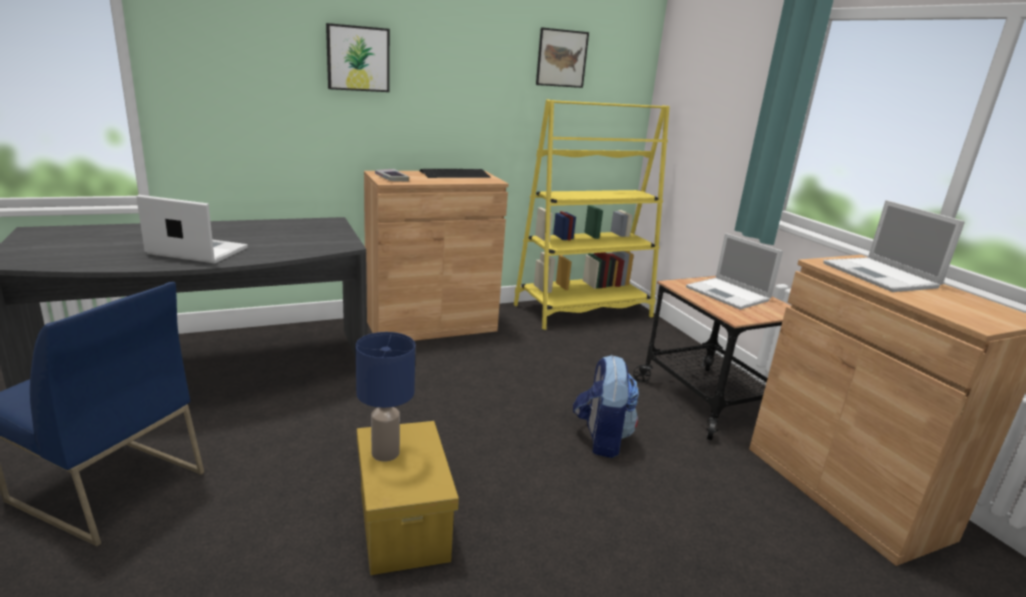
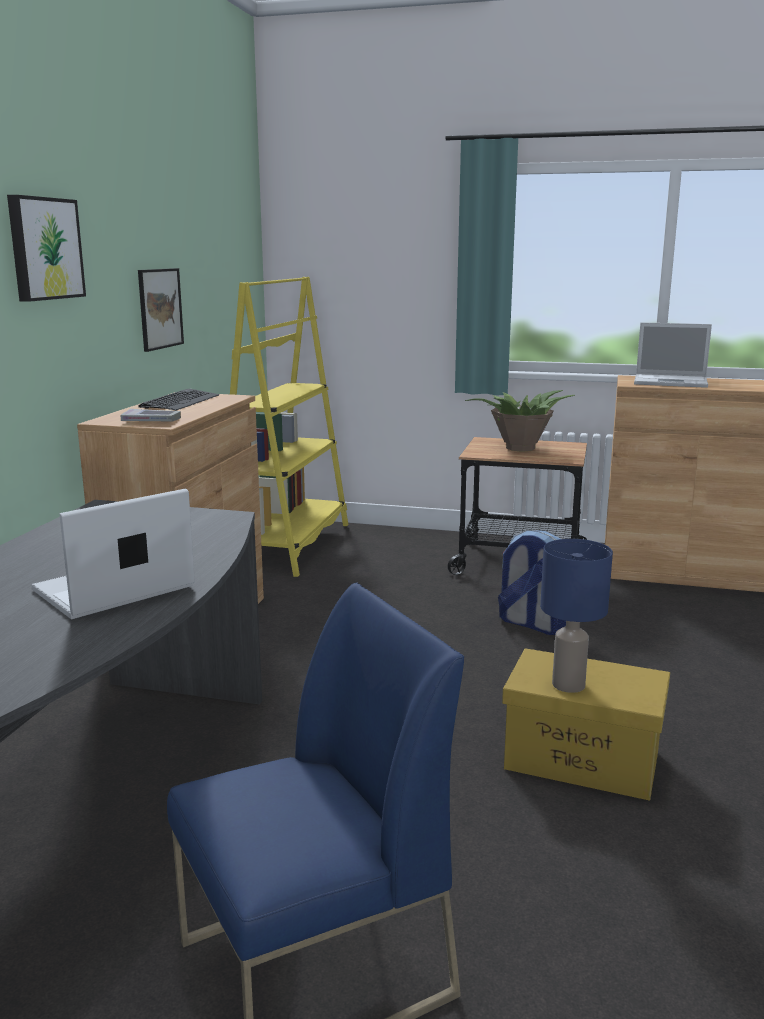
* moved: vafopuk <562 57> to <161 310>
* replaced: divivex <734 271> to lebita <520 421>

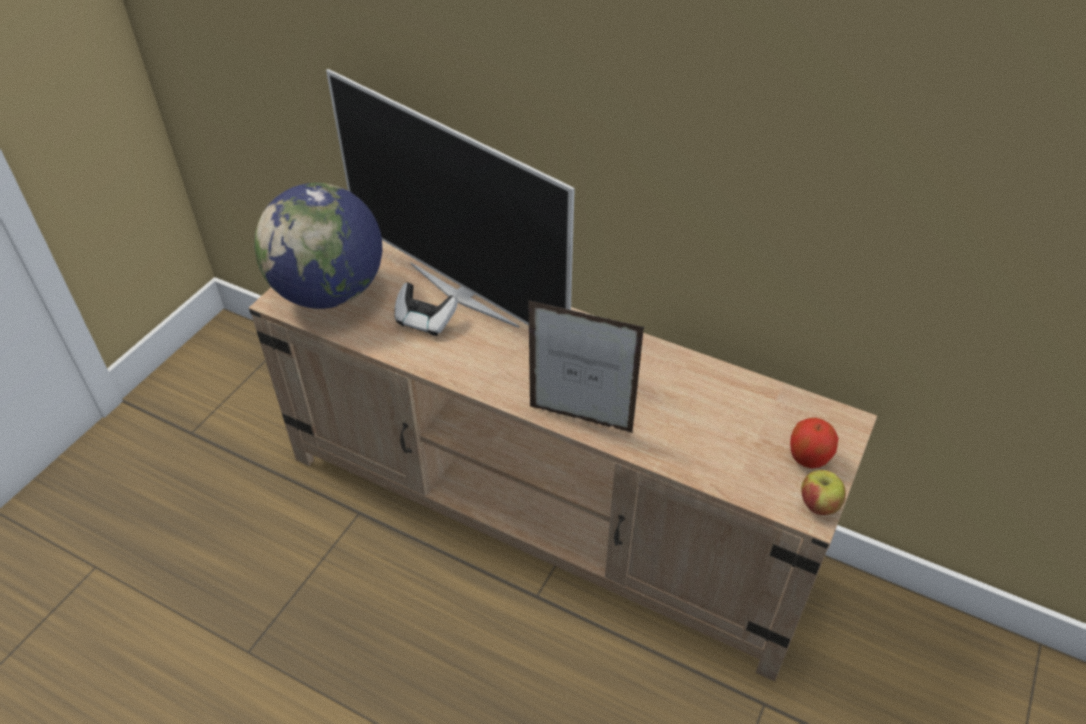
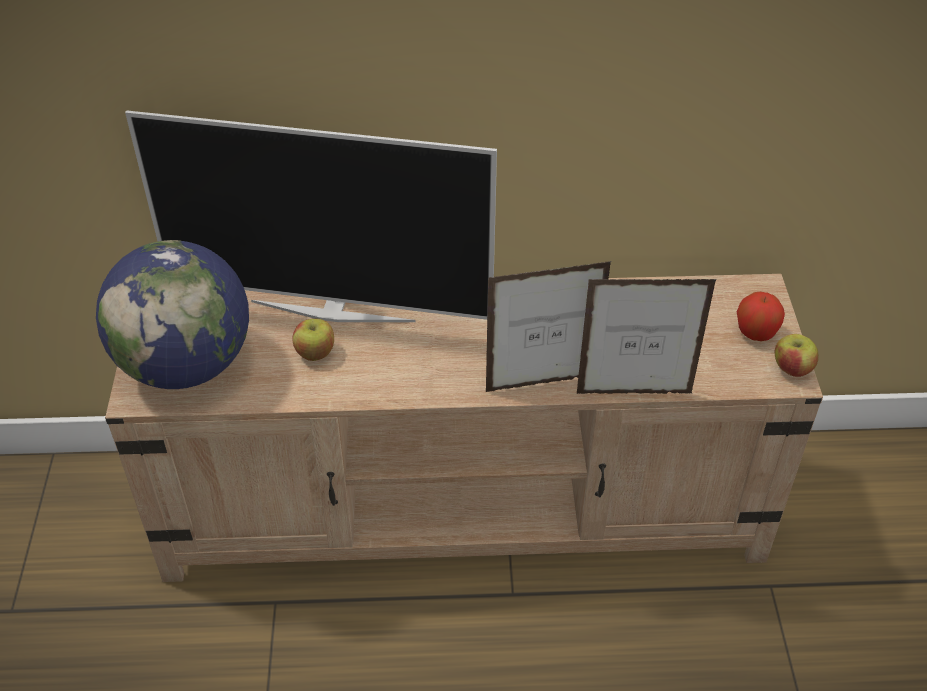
* replaced: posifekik <426 309> to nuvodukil <313 340>
* added: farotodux <647 336>

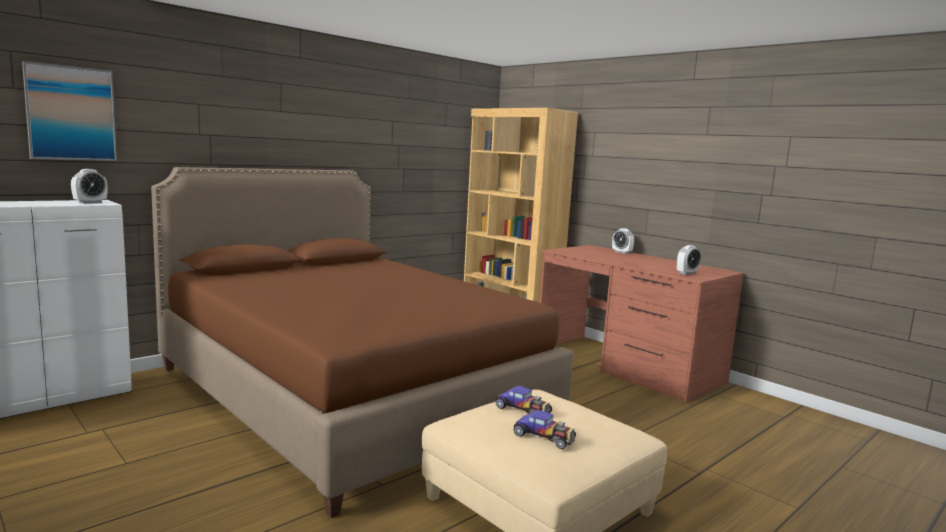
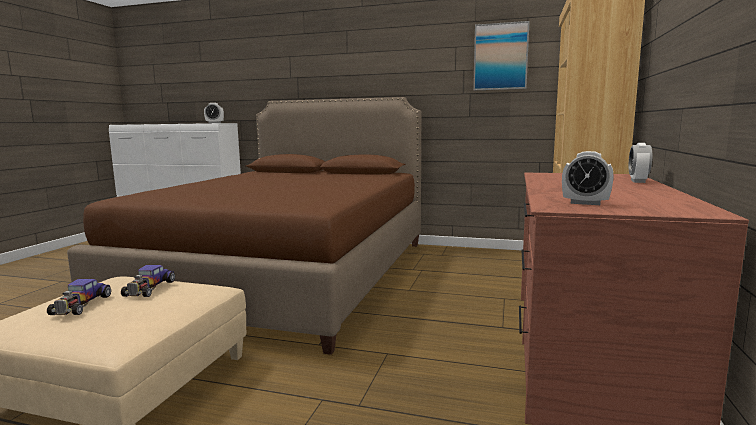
* moved: vafopuk <69 111> to <501 55>

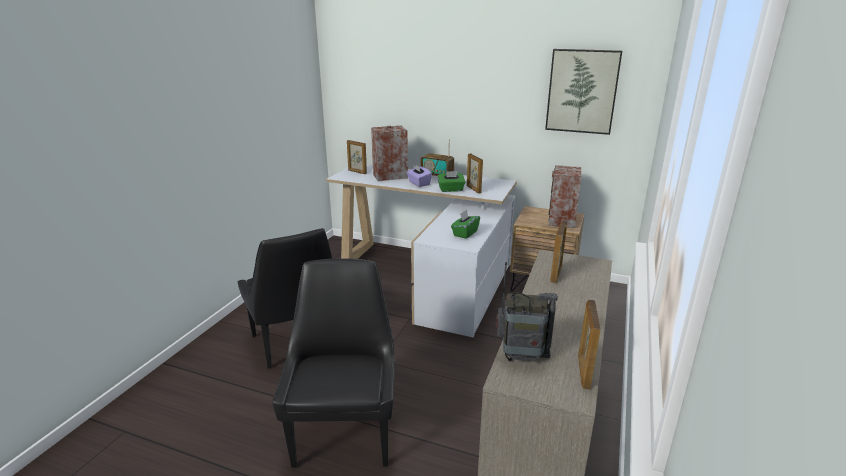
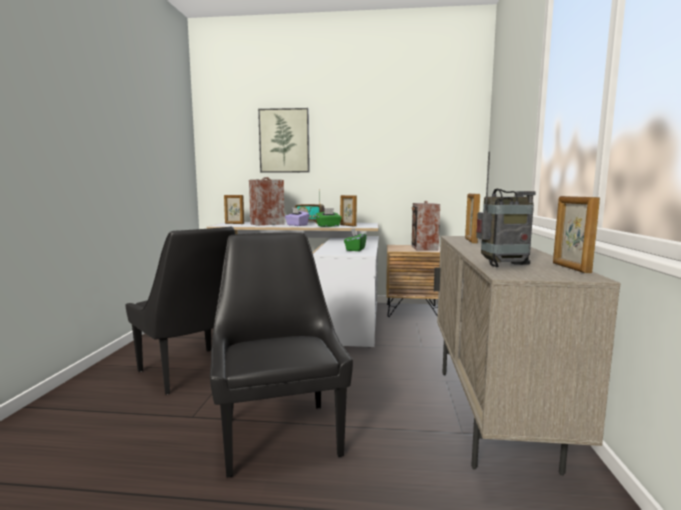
* moved: vafopuk <583 92> to <284 140>

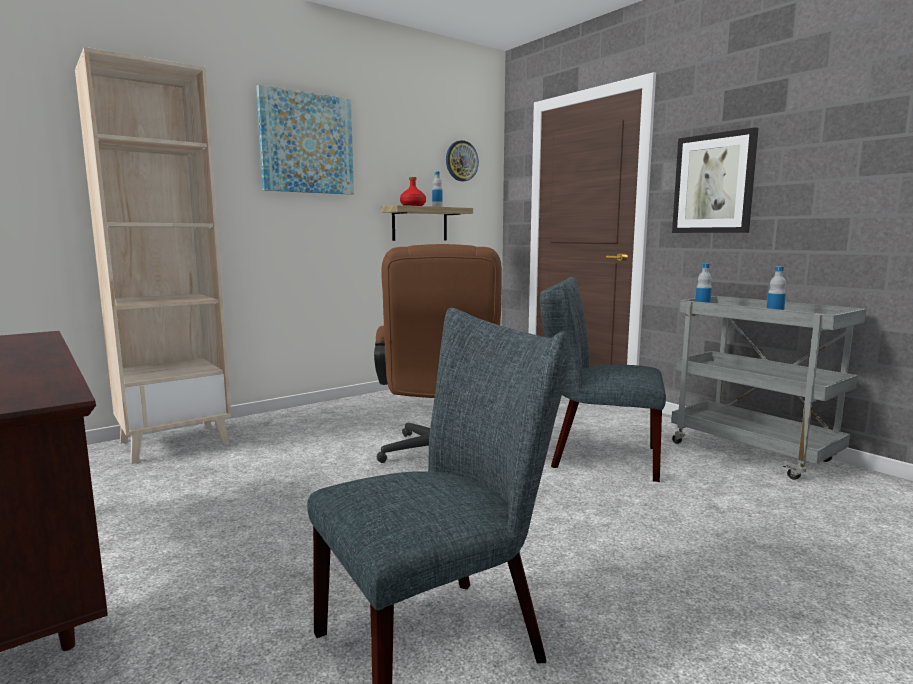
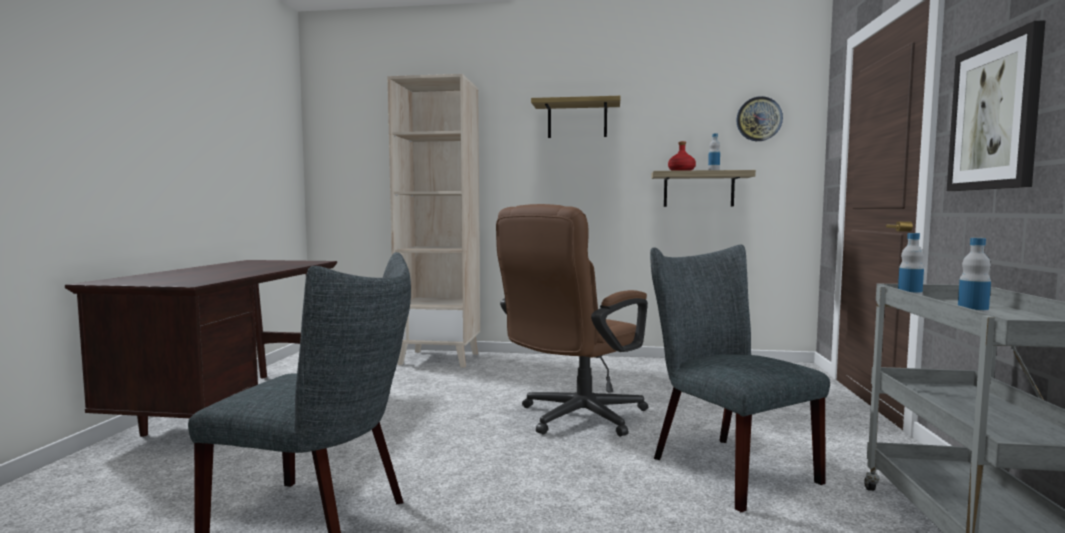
* replaced: vafopuk <305 140> to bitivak <575 117>

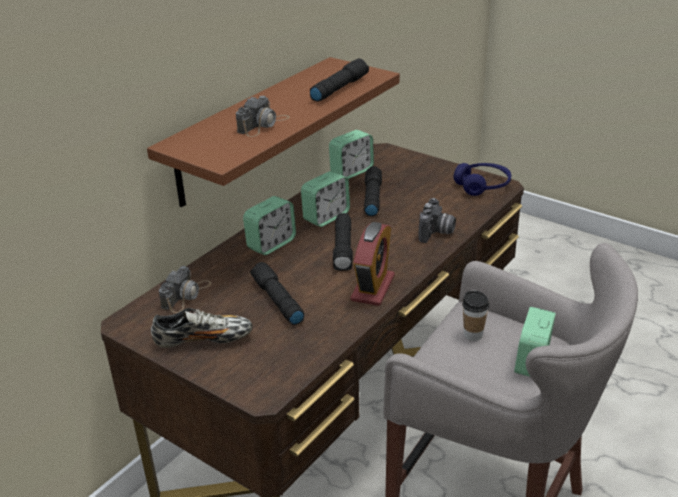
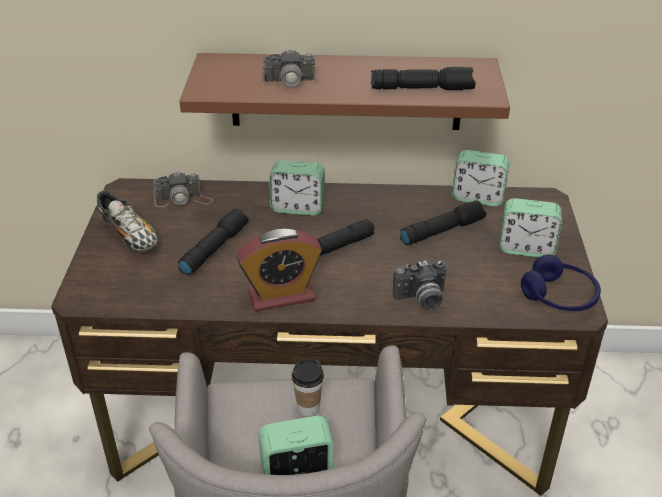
* moved: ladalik <325 199> to <531 227>

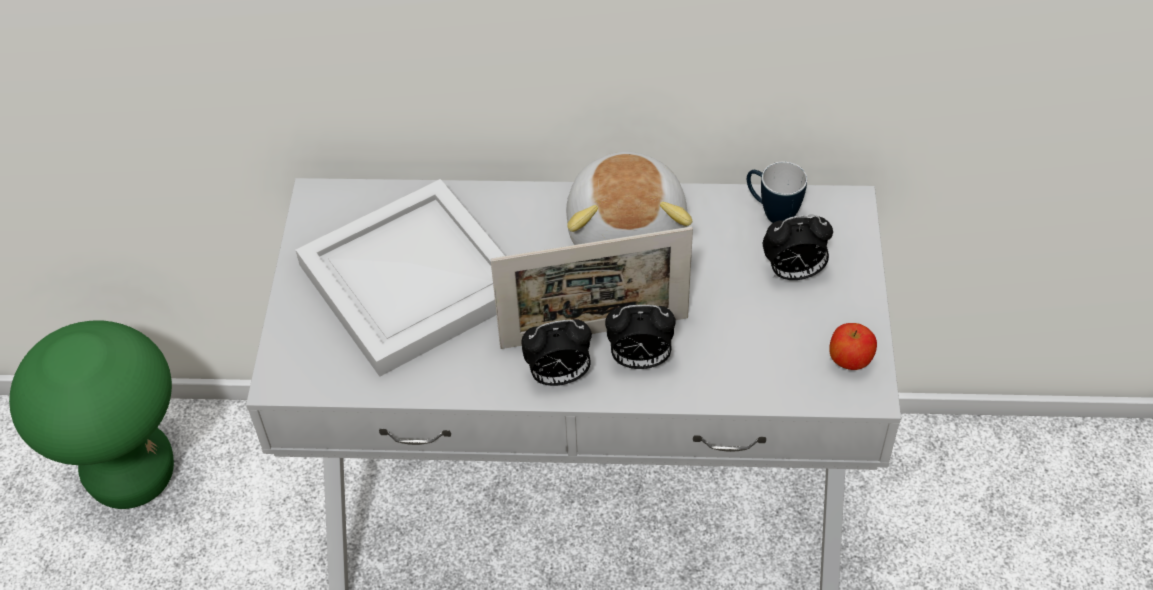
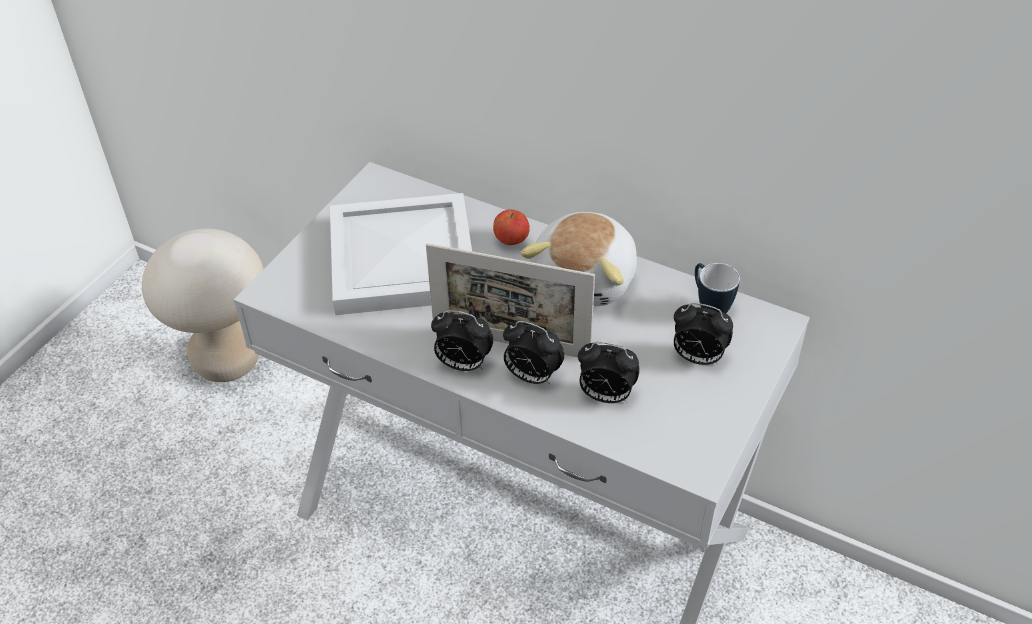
* recoloured: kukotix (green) <91 414> to kukotix (beige) <202 305>
* moved: nuvodukil <853 346> to <511 227>
* added: ladalik <609 372>

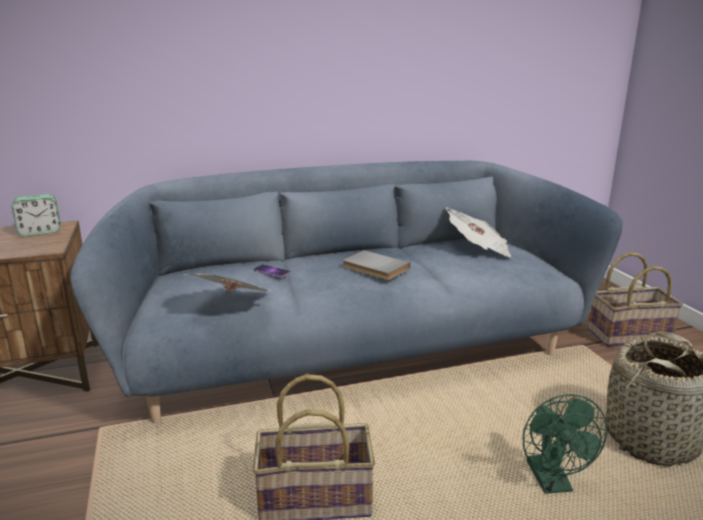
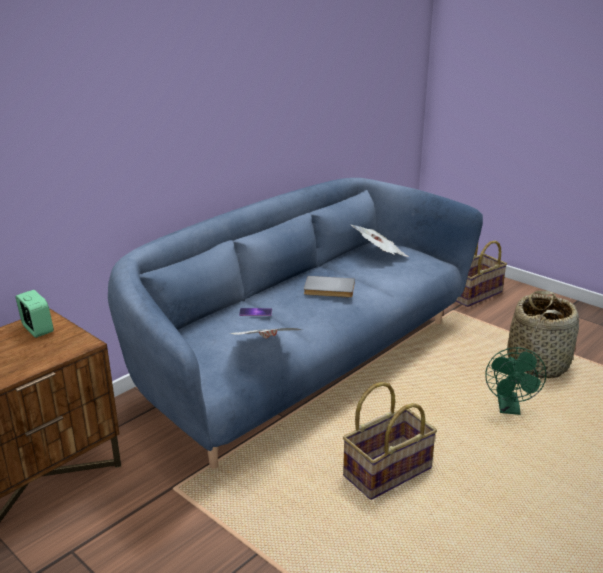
* turned: ladalik <36 215> = <35 314> 75 degrees counterclockwise
* turned: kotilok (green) <565 444> = <515 381> 45 degrees clockwise

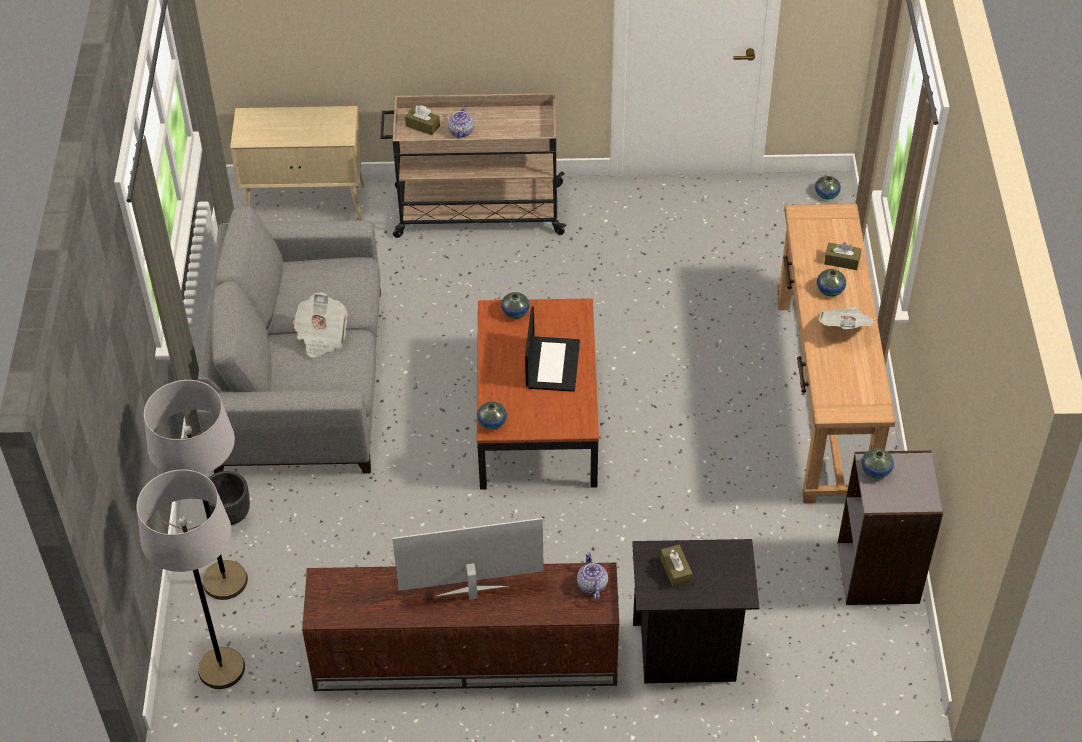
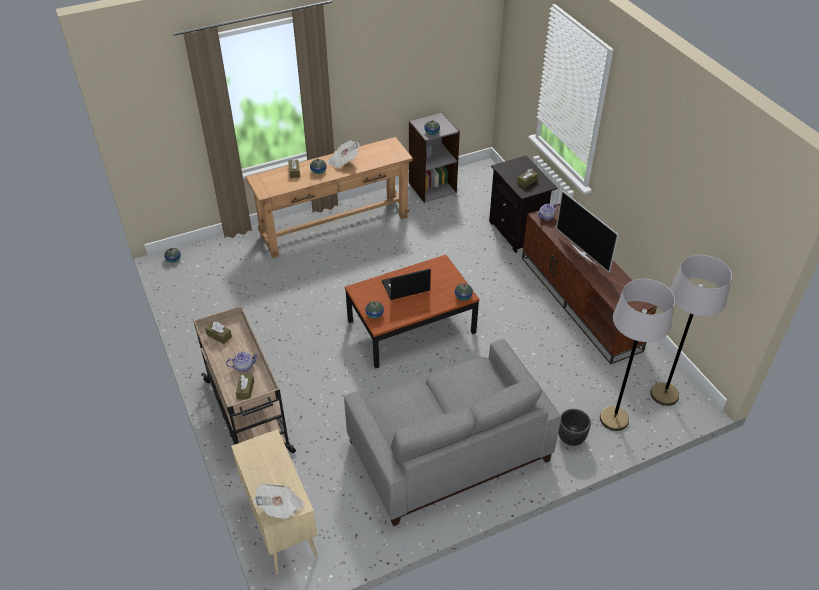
* moved: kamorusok <320 325> to <279 501>
* added: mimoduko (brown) <218 332>

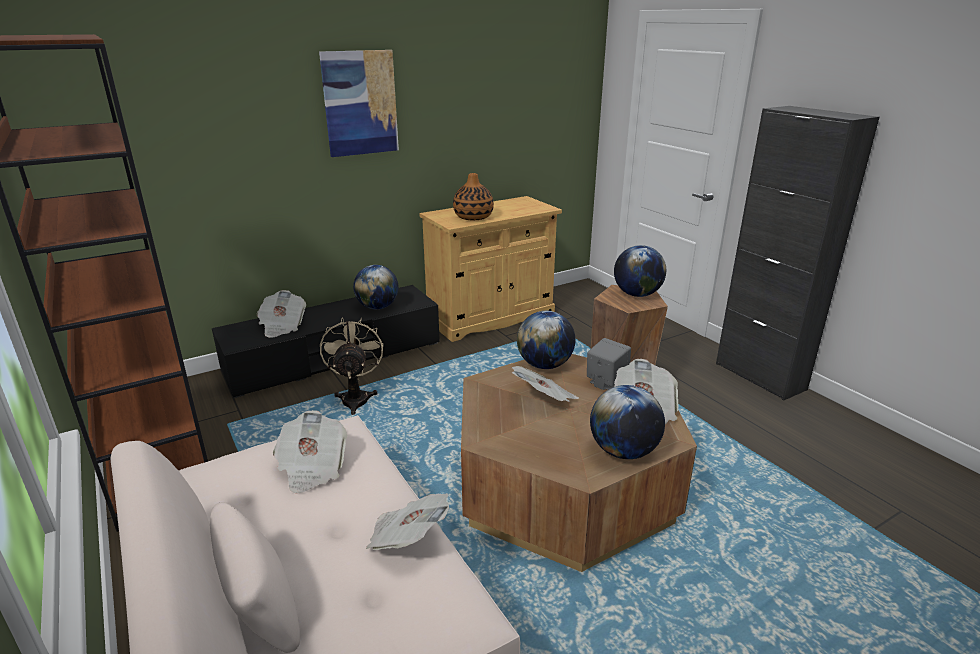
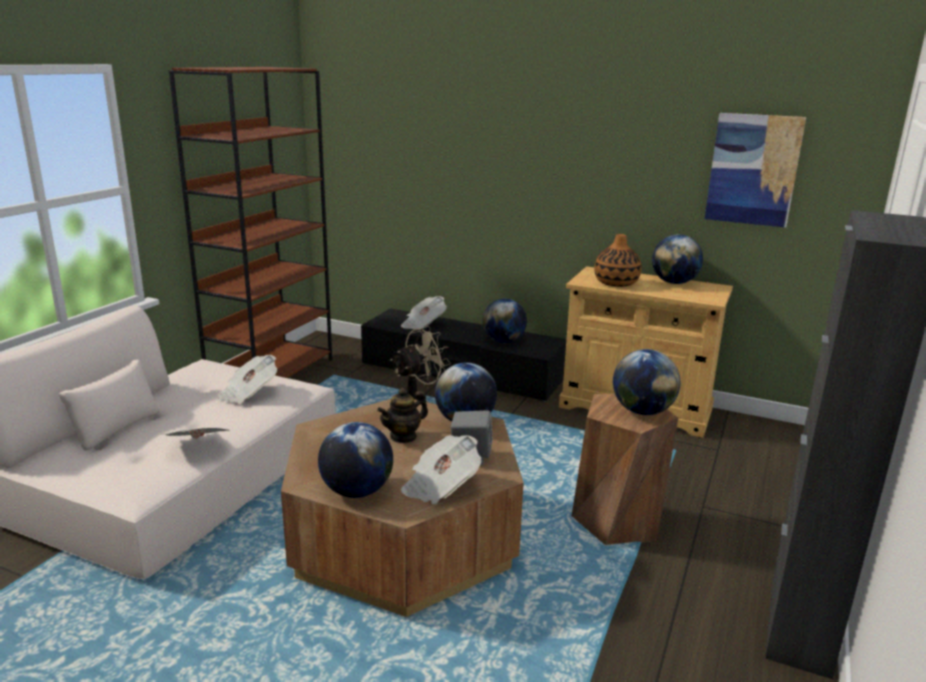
* moved: vafopuk <359 103> to <755 170>
* replaced: kamorusok <545 384> to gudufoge <402 415>
* added: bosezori <677 259>

